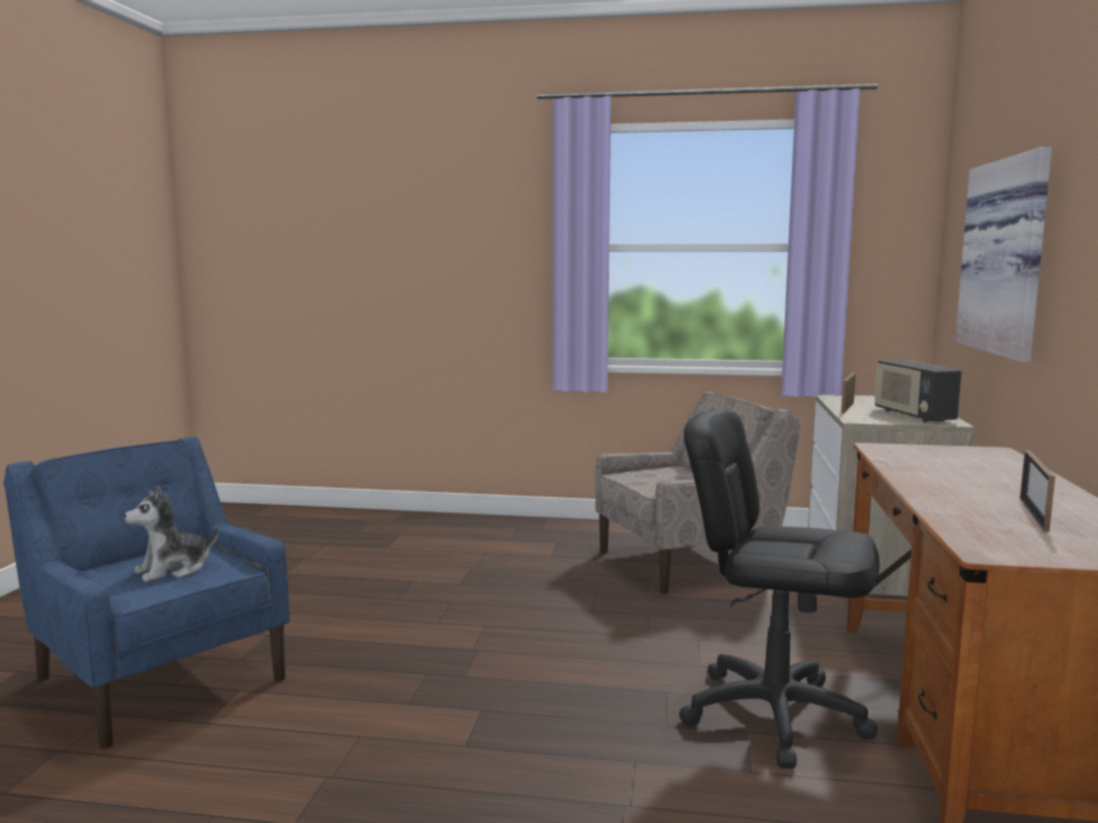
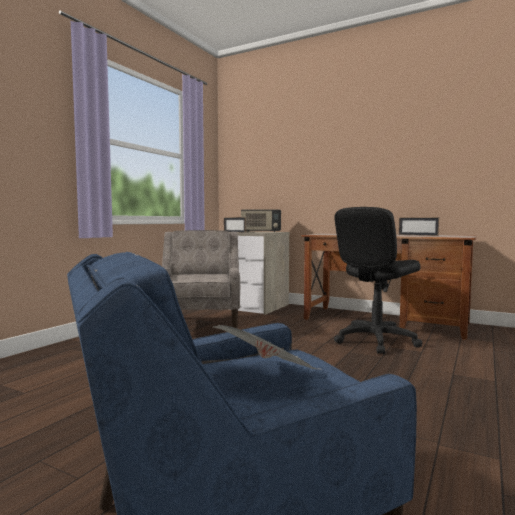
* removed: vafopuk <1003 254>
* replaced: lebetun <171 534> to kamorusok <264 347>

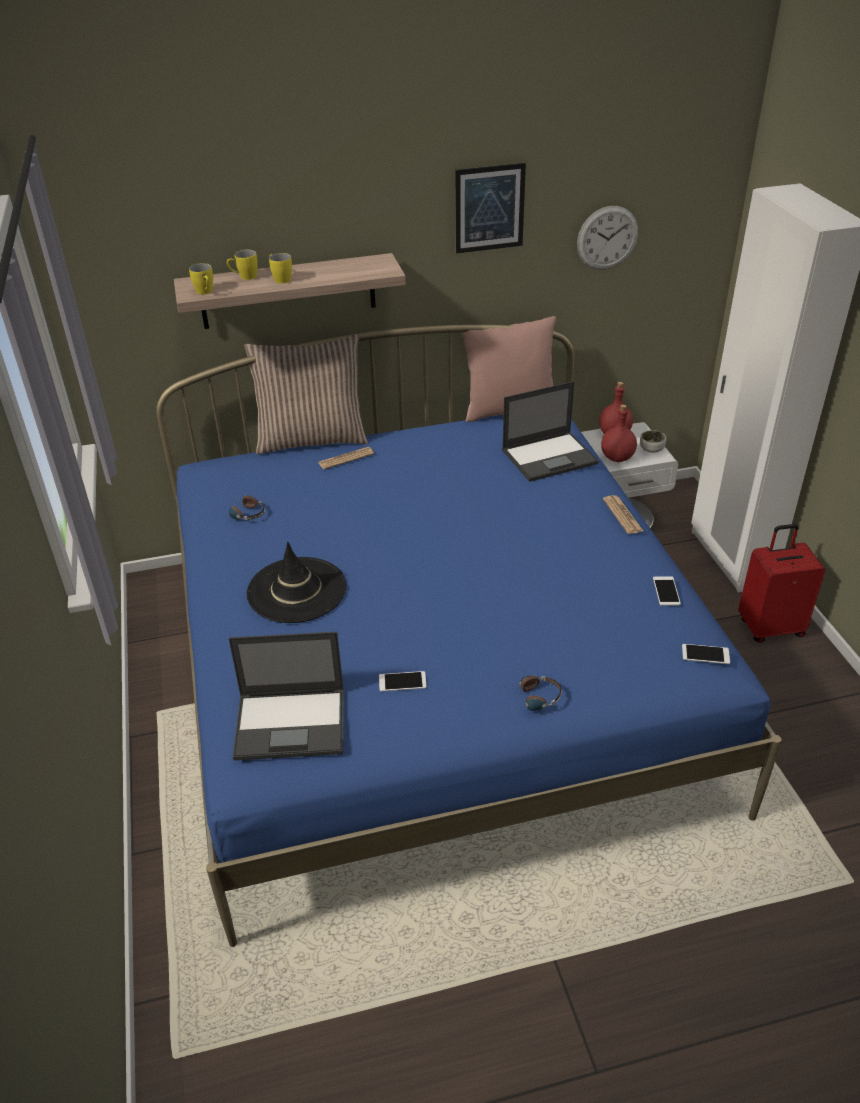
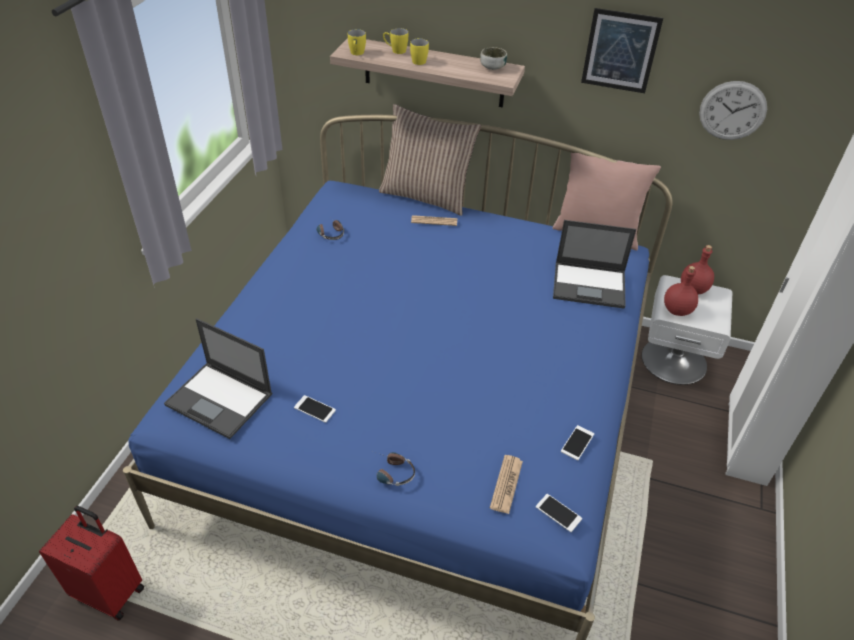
* moved: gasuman <653 441> to <493 58>
* moved: kamorusok <623 514> to <506 484>
* moved: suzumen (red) <781 583> to <91 563>
* removed: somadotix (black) <296 582>

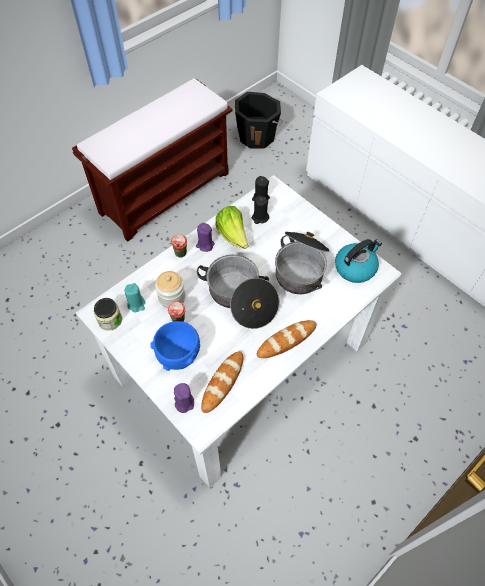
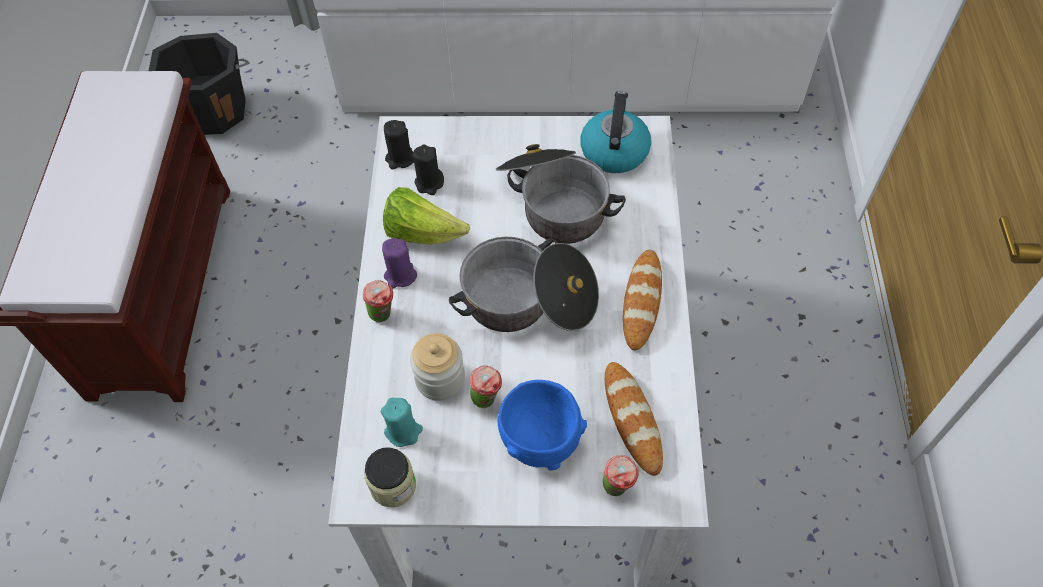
* replaced: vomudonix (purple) <184 398> to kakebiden <621 475>

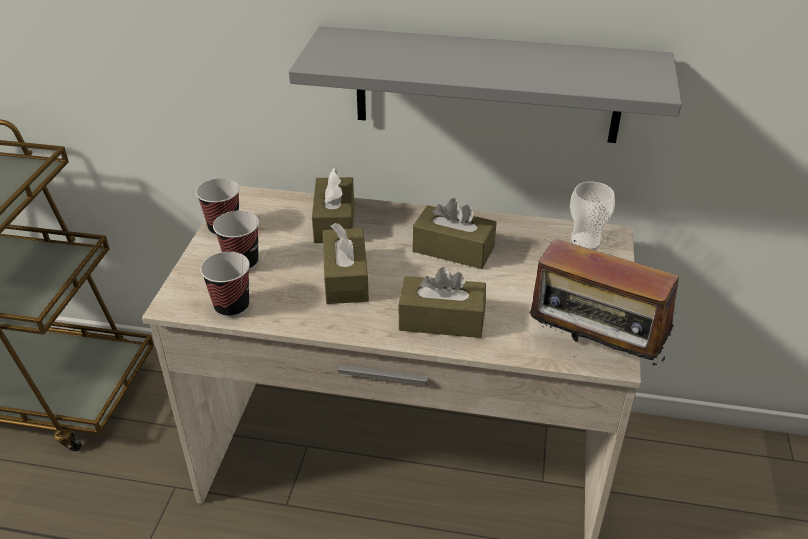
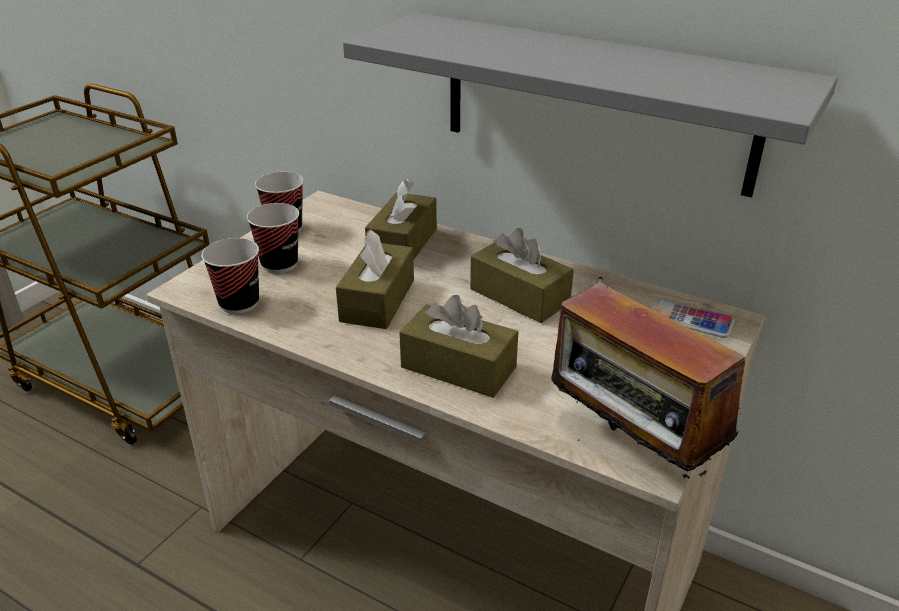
* replaced: kakebiden <592 216> to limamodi <693 318>

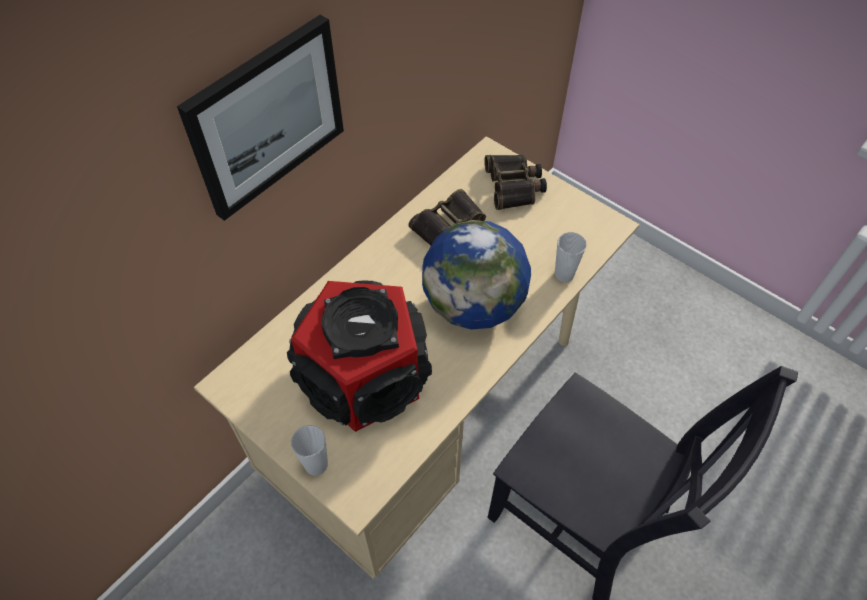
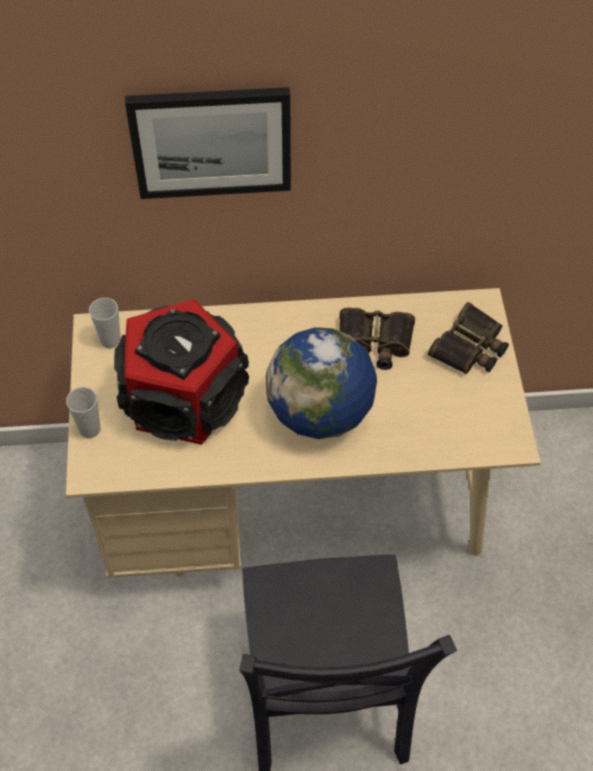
* moved: kakebiden <571 257> to <105 323>

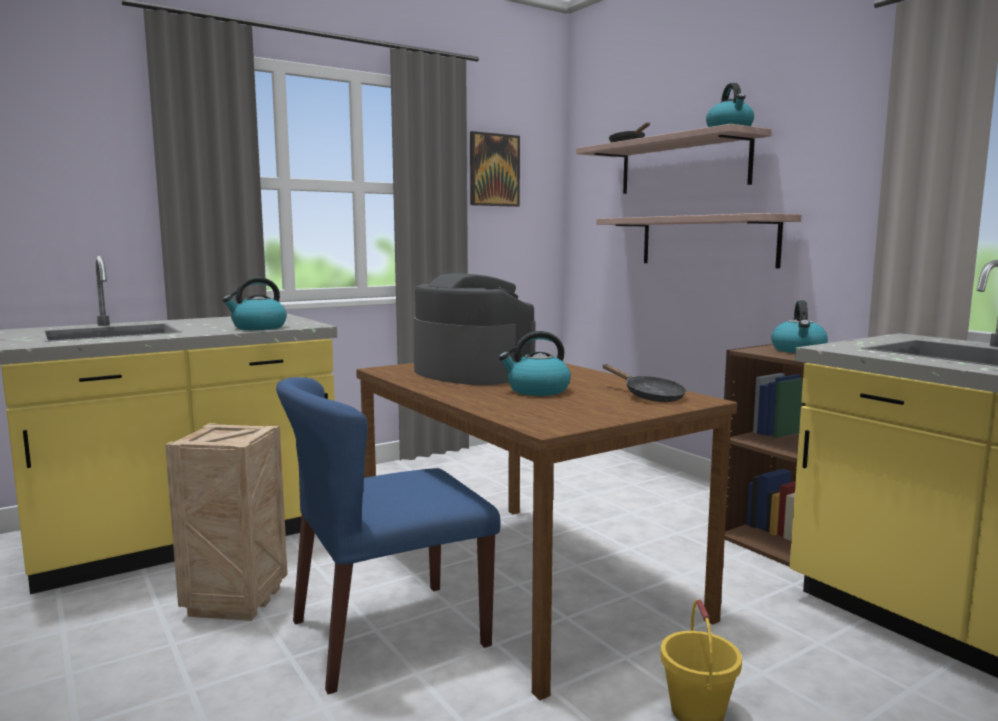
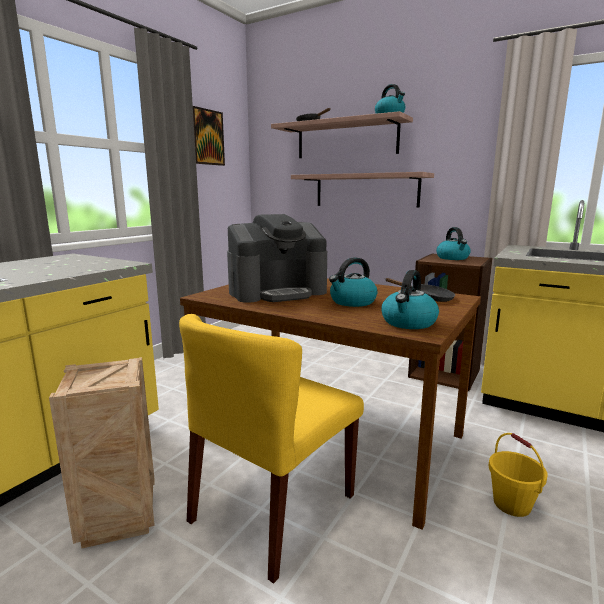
* turned: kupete <475 329> = <277 258> 135 degrees clockwise
* moved: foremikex <254 303> to <410 299>
* recoloured: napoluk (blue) <388 535> to napoluk (yellow) <271 449>

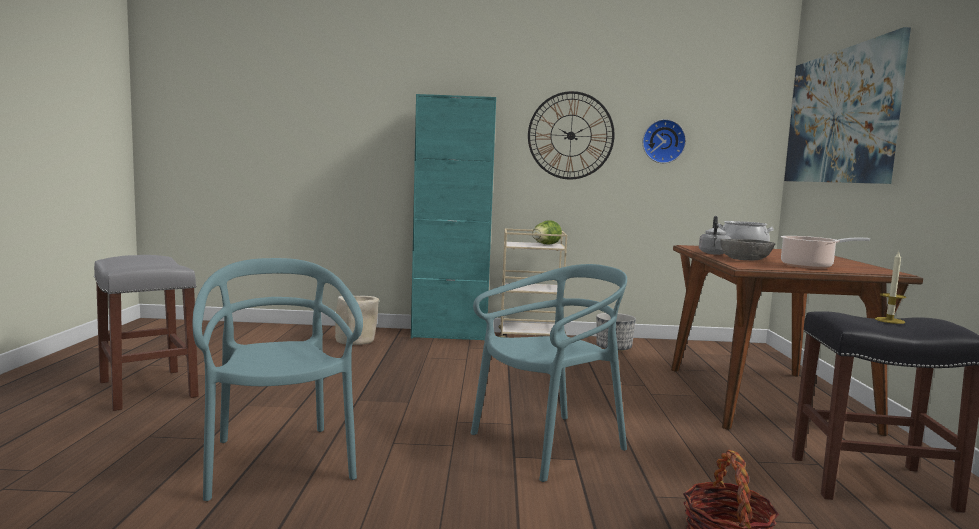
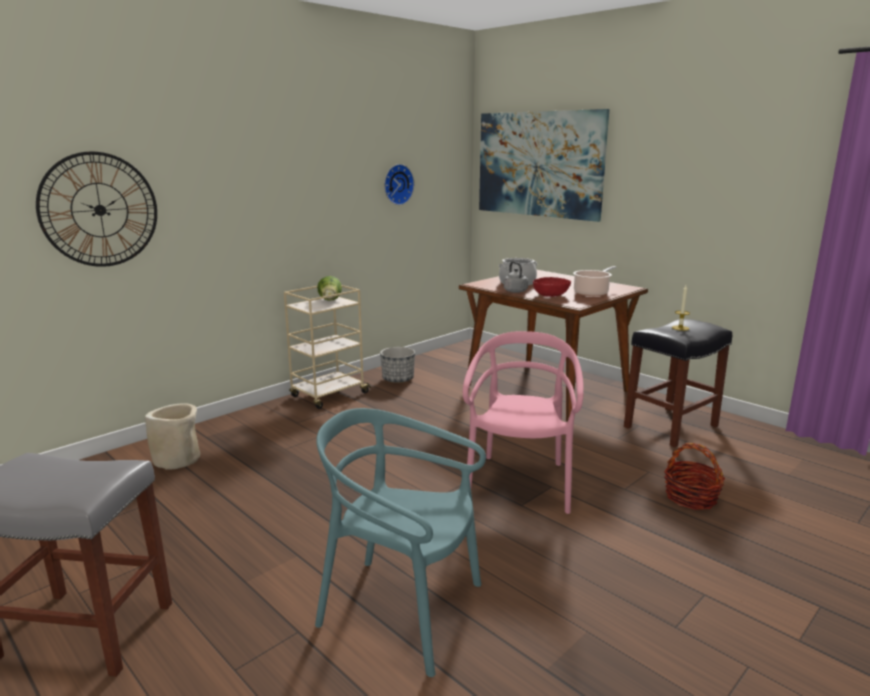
* moved: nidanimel <571 135> to <96 209>
* removed: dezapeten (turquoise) <453 217>
* recoloured: gasuman (grey) <747 249> to gasuman (red) <552 287>
* recoloured: napoluk (turquoise) <549 373> to napoluk (pink) <523 422>

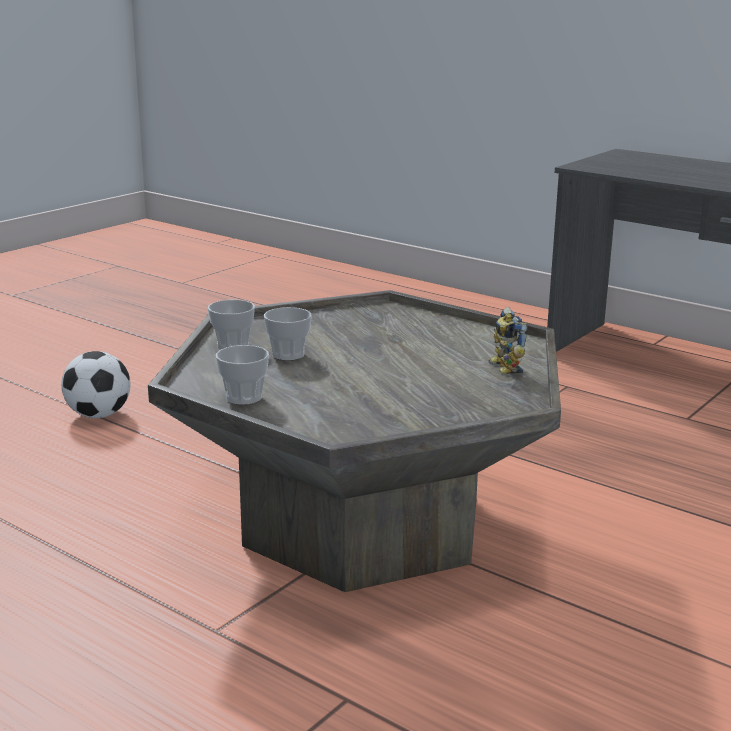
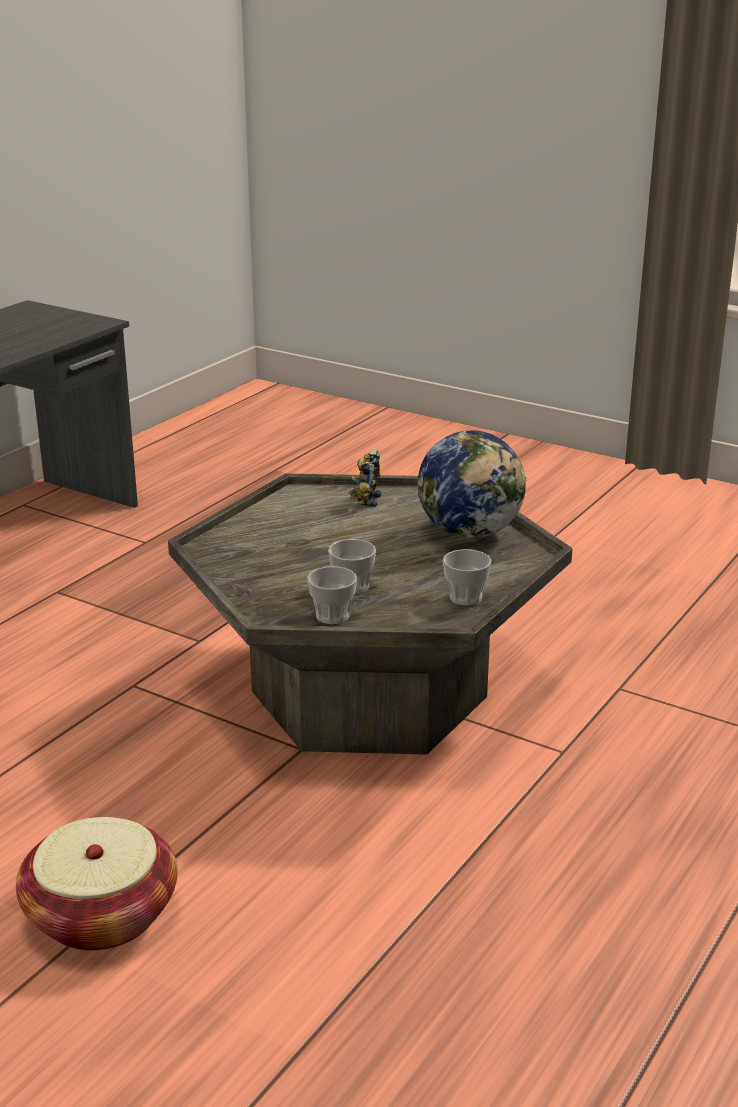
* turned: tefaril <508 340> = <364 478> 120 degrees clockwise
* replaced: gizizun <95 384> to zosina <97 884>
* added: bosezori <472 484>

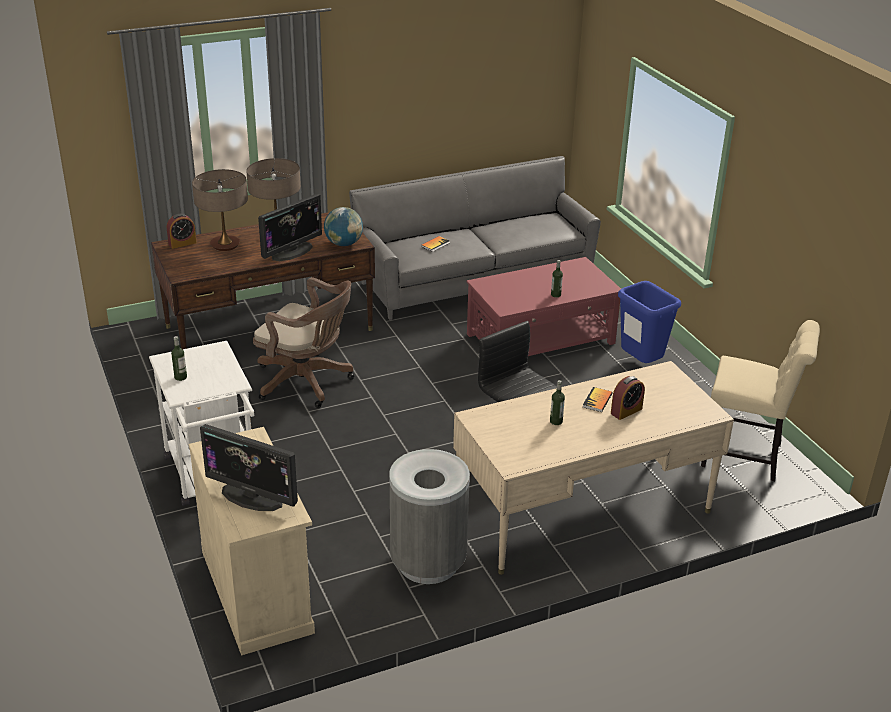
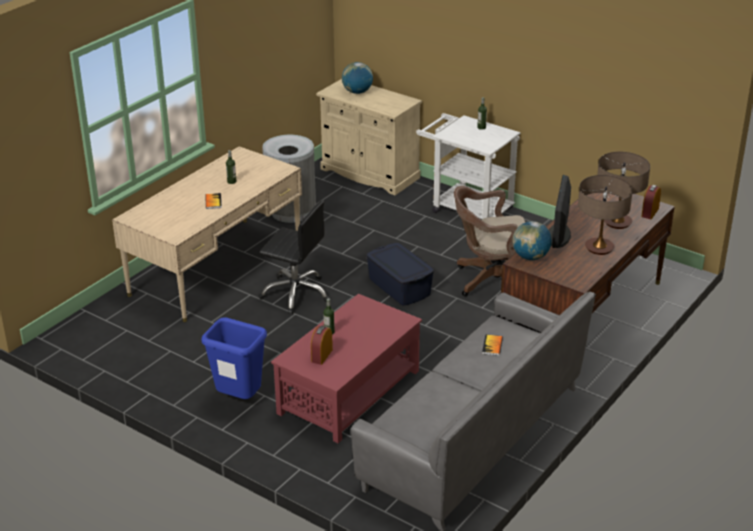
* removed: napoluk (beige) <760 400>
* moved: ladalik <628 398> to <322 345>
* replaced: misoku <249 467> to bosezori <357 78>
* added: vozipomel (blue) <400 274>

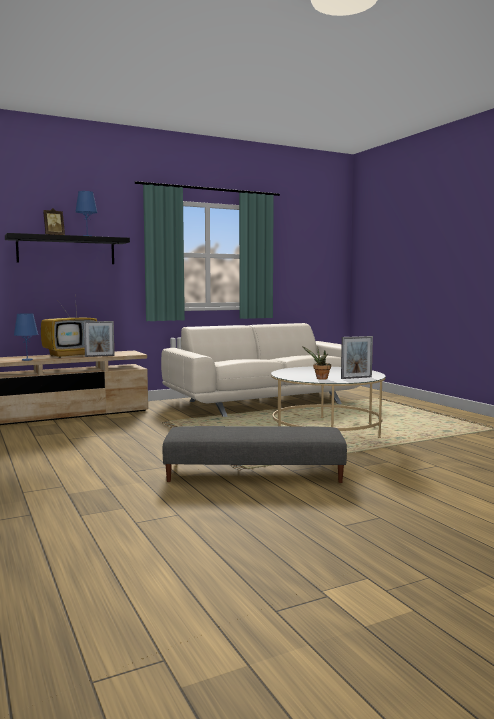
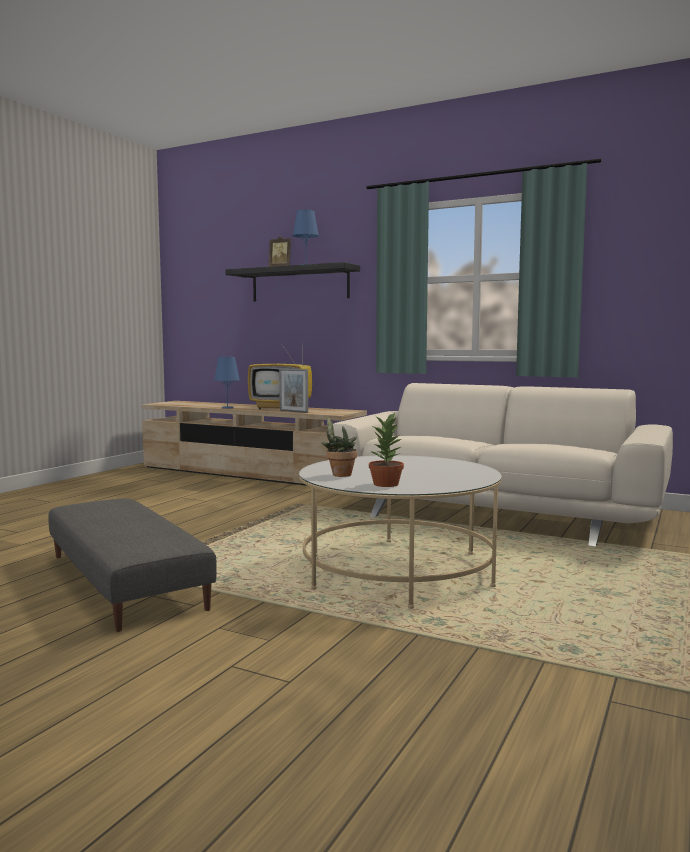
* replaced: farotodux <357 357> to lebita <386 450>

